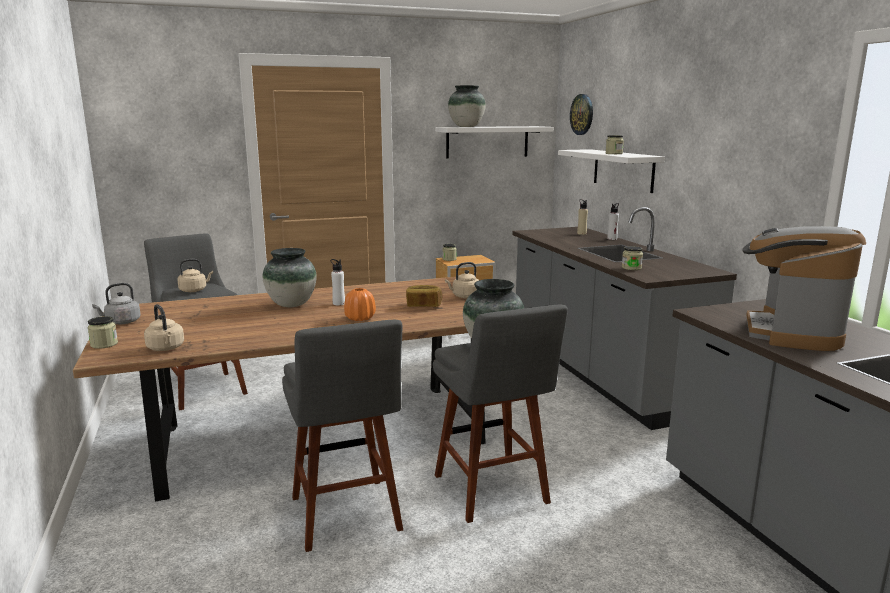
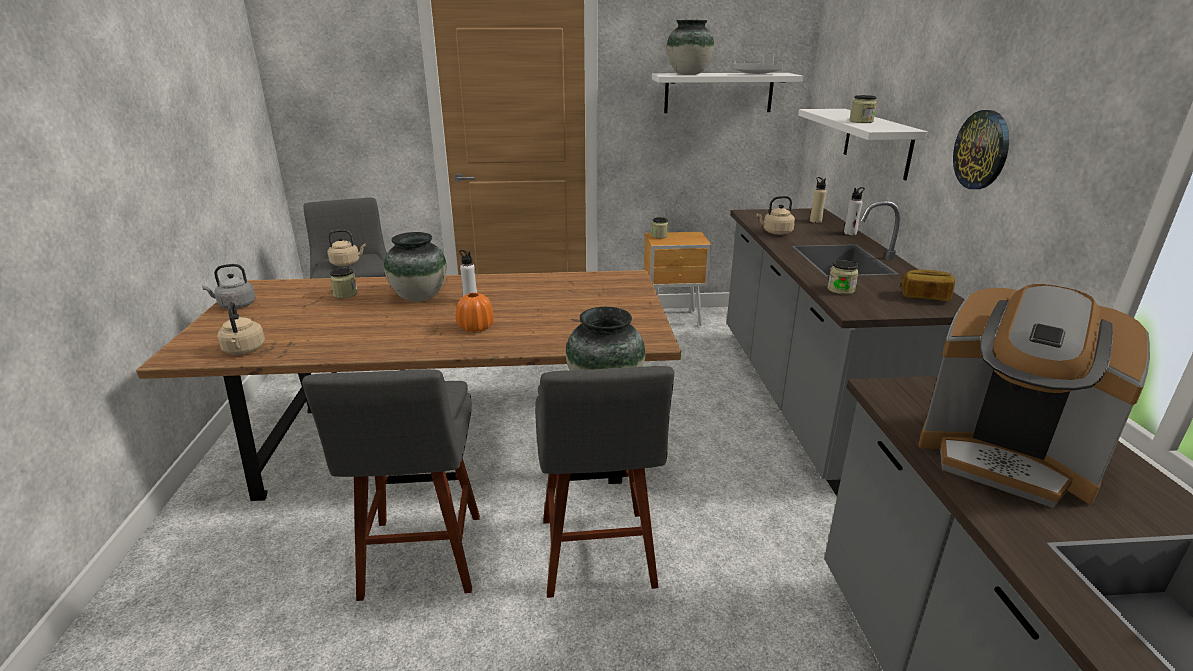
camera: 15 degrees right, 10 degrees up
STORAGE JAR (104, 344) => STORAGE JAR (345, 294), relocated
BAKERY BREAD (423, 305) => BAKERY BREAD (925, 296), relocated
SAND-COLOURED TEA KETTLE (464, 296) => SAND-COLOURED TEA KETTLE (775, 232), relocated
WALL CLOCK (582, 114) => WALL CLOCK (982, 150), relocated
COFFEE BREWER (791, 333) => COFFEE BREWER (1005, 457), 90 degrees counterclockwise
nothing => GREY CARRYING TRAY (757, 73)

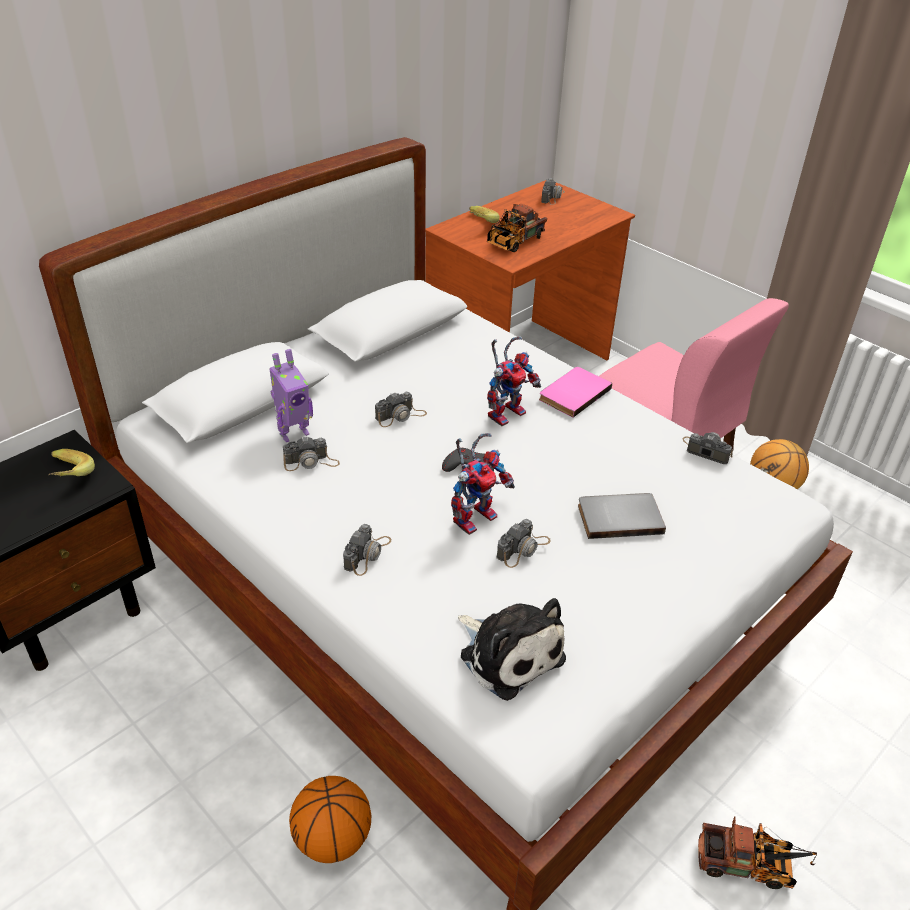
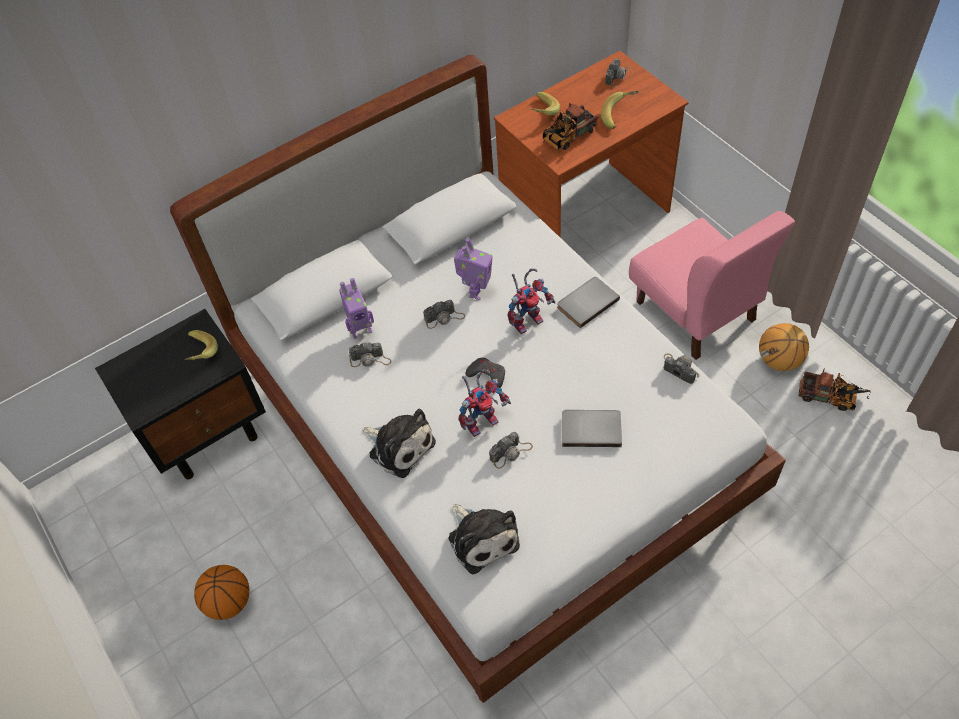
camera: 15 degrees right, 15 degrees up
BASKETBALL (332, 839) => BASKETBALL (229, 602), relocated
PHOTO CAMERA (367, 554) => PLUSH TOY (399, 446)
PINK-COLOURED BOOK (572, 393) => GREY BOOK (586, 302)
TOY TRUCK (750, 865) => TOY TRUCK (831, 398), relocated
nothing => TOY ROBOT (476, 291)
nothing => BANANA FRUIT (620, 116)

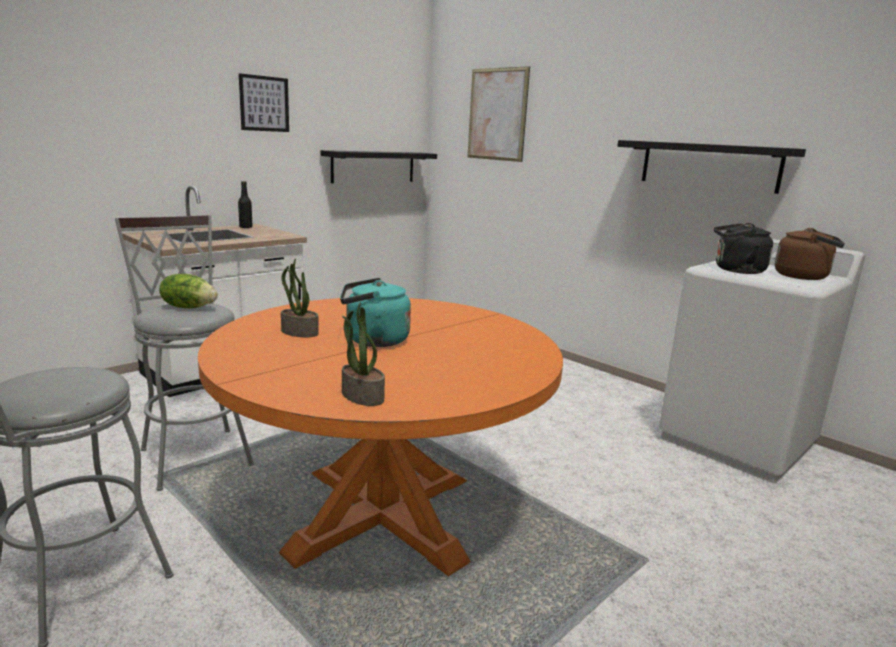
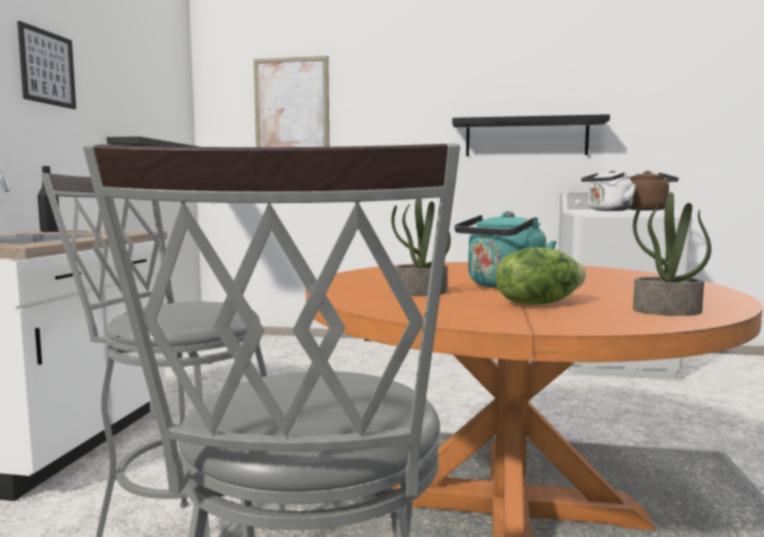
camera: 35 degrees left, 10 degrees down
HEAD OF LETTUCE (189, 307) => HEAD OF LETTUCE (538, 303), relocated
BLACKISH TEA KETTLE (736, 270) => WHITISH TEA KETTLE (607, 210)

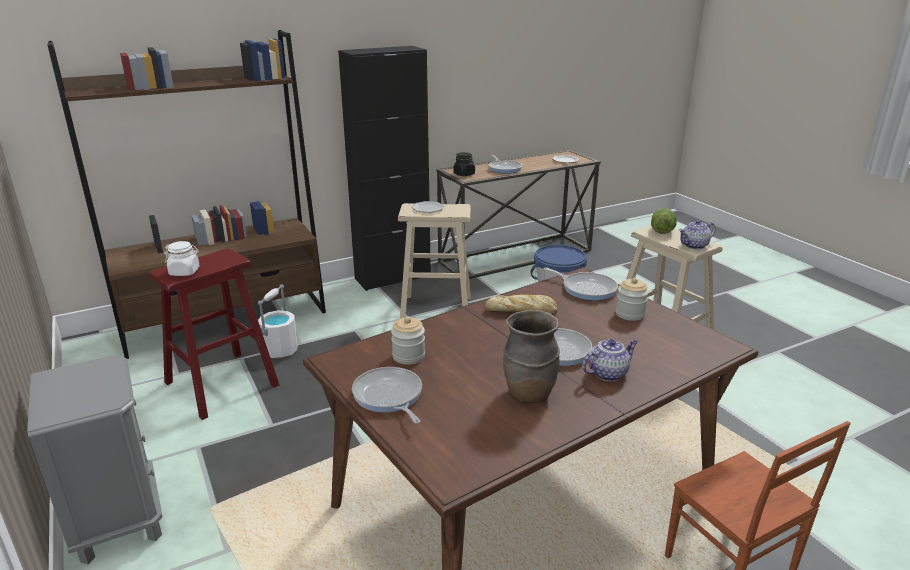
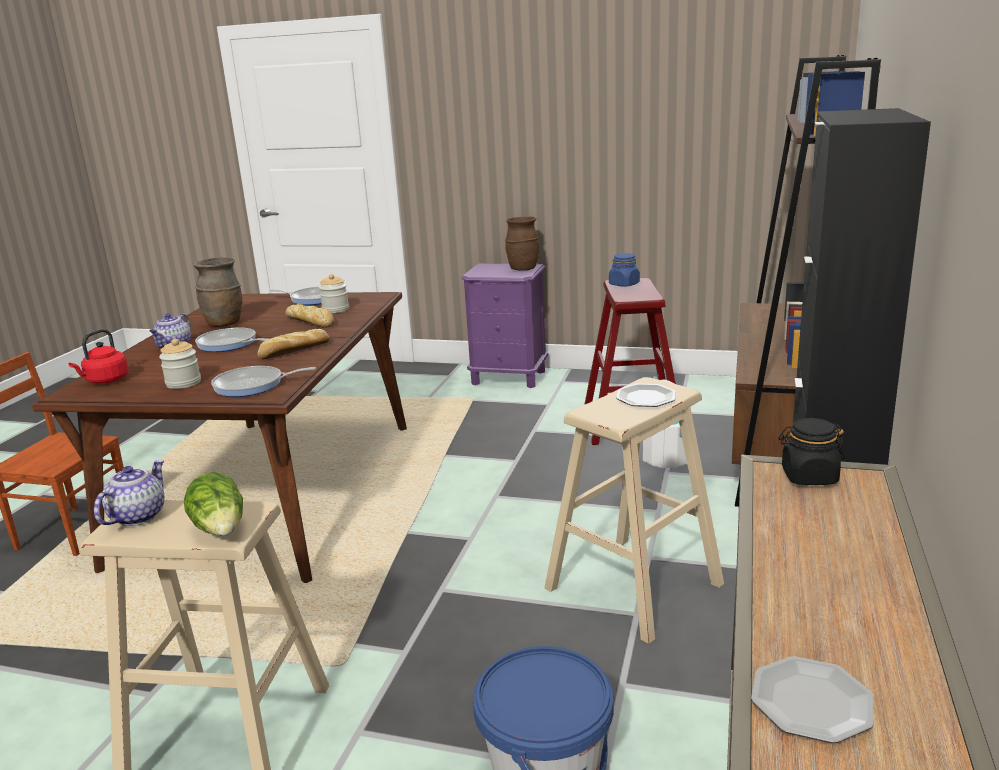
camera: 135 degrees right, 5 degrees down
GREY NIGHTSTAND (117, 520) => PURPLE NIGHTSTAND (509, 377)
WHITISH STORAGE JAR (184, 272) => BLUISH STORAGE JAR (624, 284)
FRYING PAN (504, 168) => nothing
nothing => RED TEA KETTLE (105, 381)
nothing => BAKERY BREAD (311, 322)
nothing => BROWN VASE (523, 269)

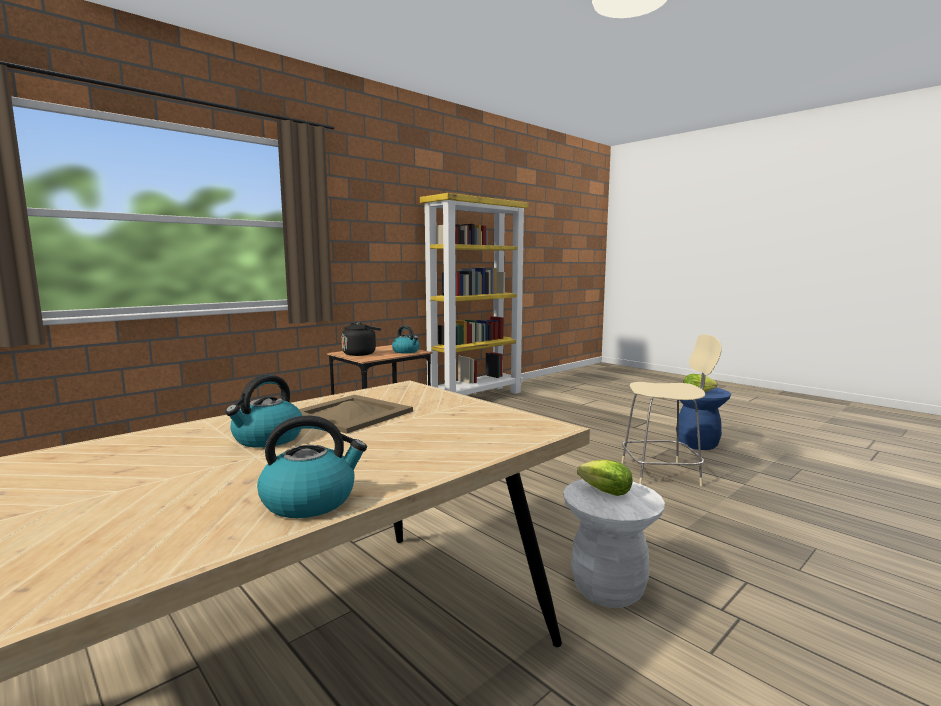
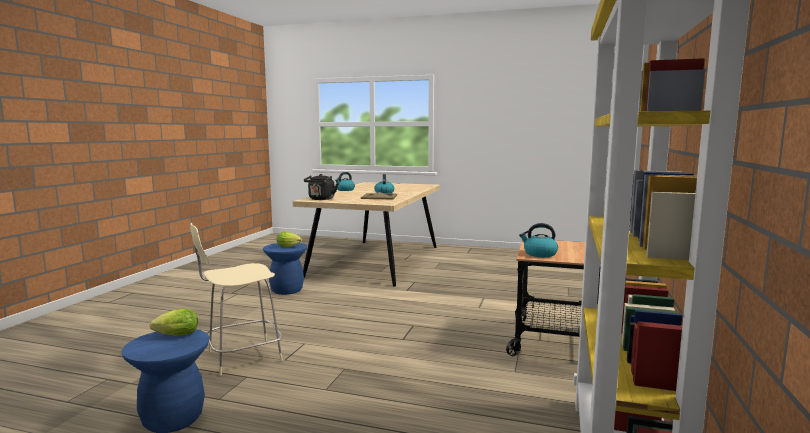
camera: 150 degrees right, 0 degrees up
BLACKISH TEA KETTLE (361, 353) => BLACKISH TEA KETTLE (321, 199), relocated
WHITISH SITTING STOOL (608, 589) => BLUISH SITTING STOOL (287, 290)

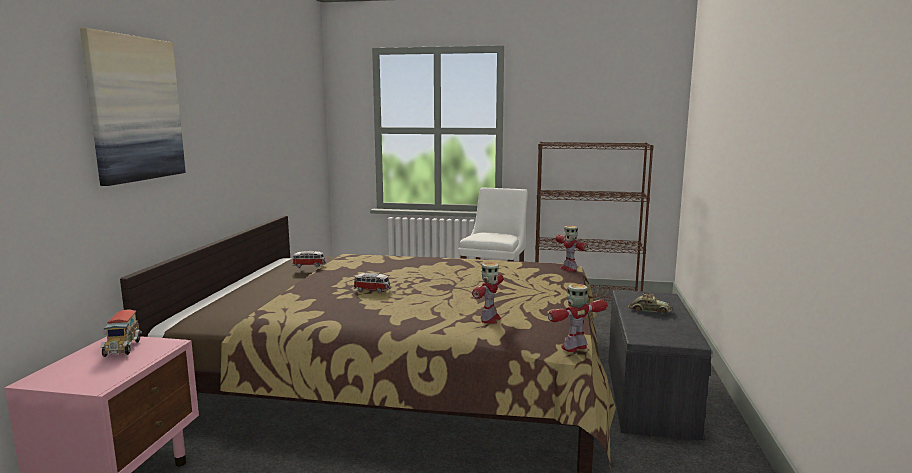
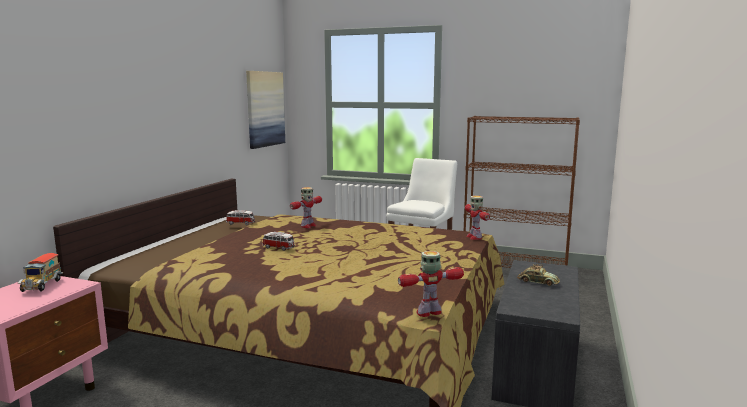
camera: 10 degrees right, 0 degrees up
PICTURE (135, 109) => PICTURE (265, 109), relocated
TOY ROBOT (489, 319) => TOY ROBOT (308, 226), relocated

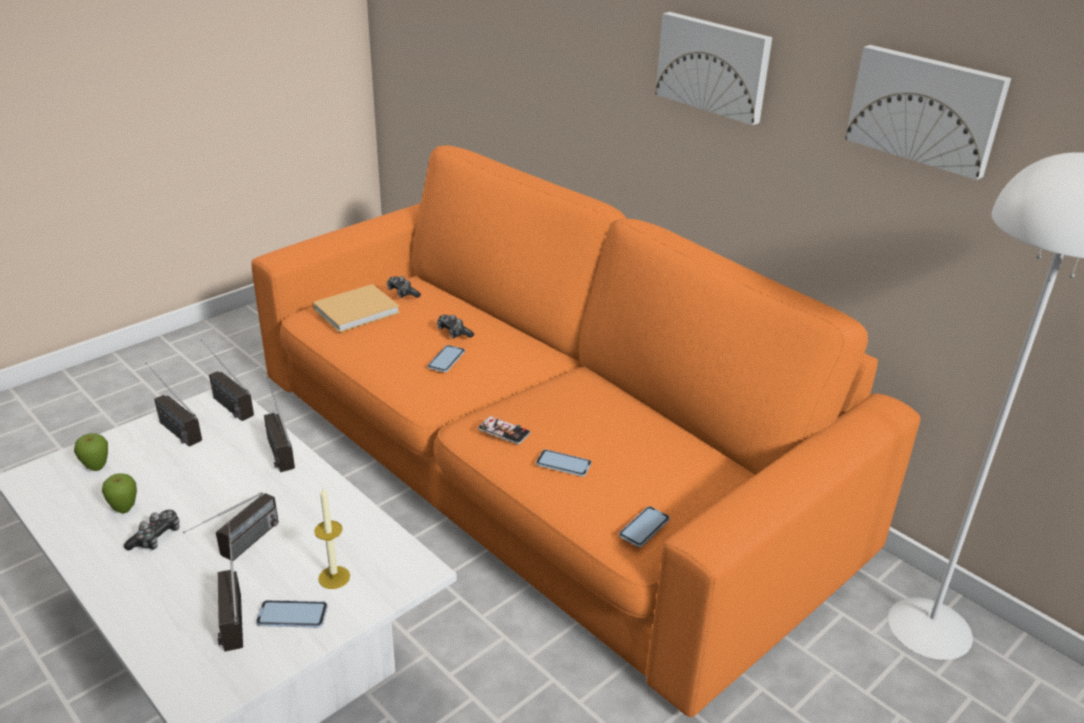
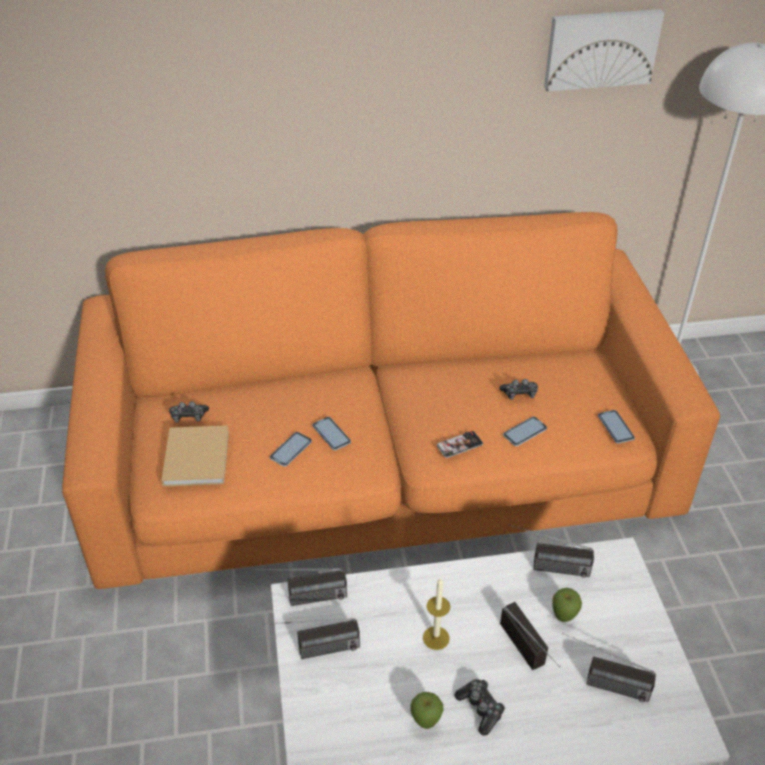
camera: 55 degrees left, 10 degrees up
APPLE FRUIT (97, 468) => APPLE FRUIT (563, 617), relocated
PHONE (292, 615) => PHONE (291, 450), relocated
RADIO SET (275, 445) => RADIO SET (546, 567), relocated
CANDLE (334, 577) => CANDLE (436, 638), relocated
GAME CONTROLLER (454, 332) => GAME CONTROLLER (519, 394), relocated
PICTURE (714, 66) => nothing

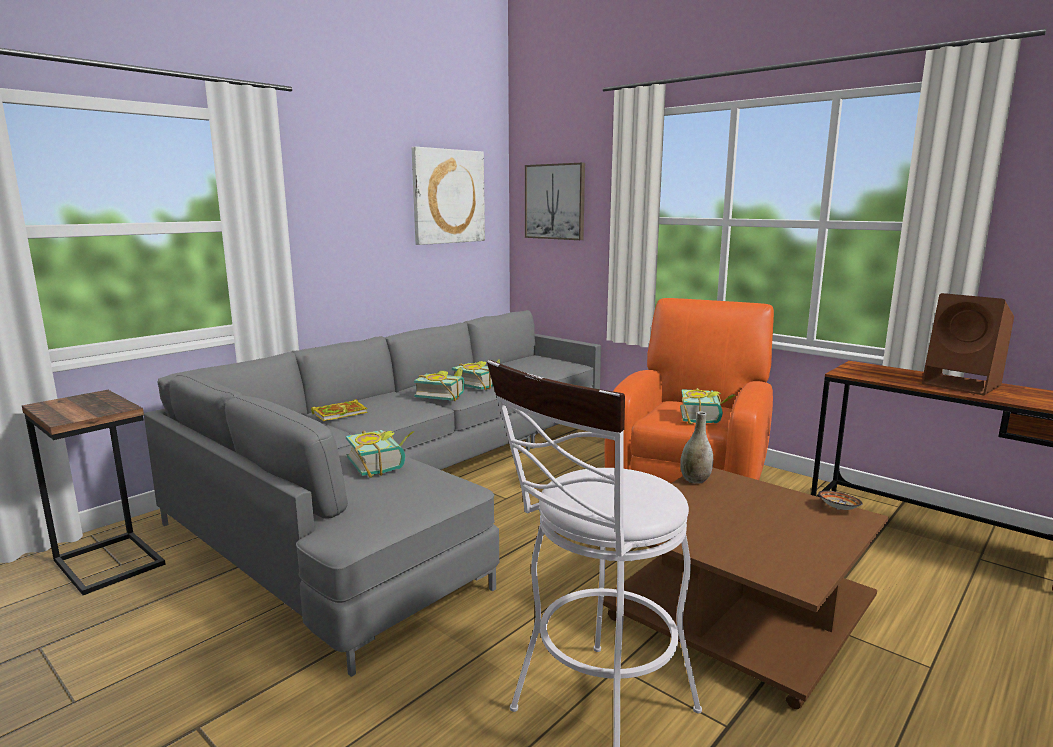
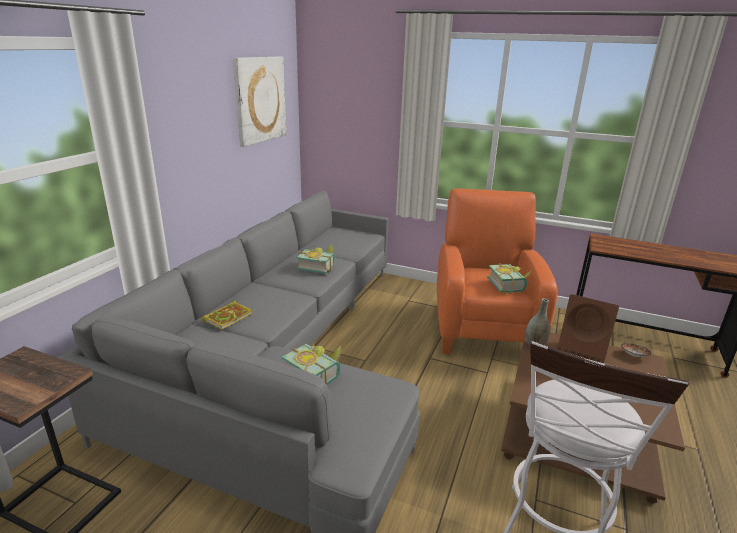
camera: 20 degrees left, 10 degrees up
BOOK (442, 396) => nothing
PICTURE (555, 201) => nothing
BROWN SPEAKER (963, 385) => BROWN SPEAKER (582, 356), relocated

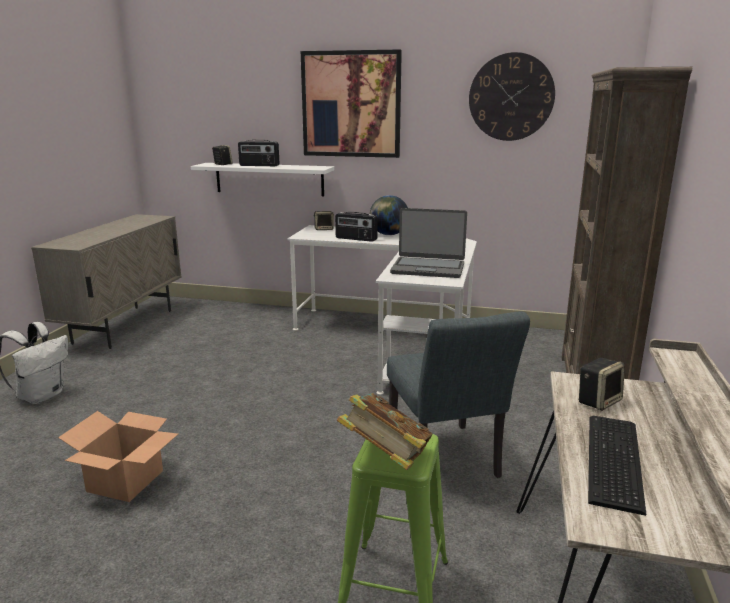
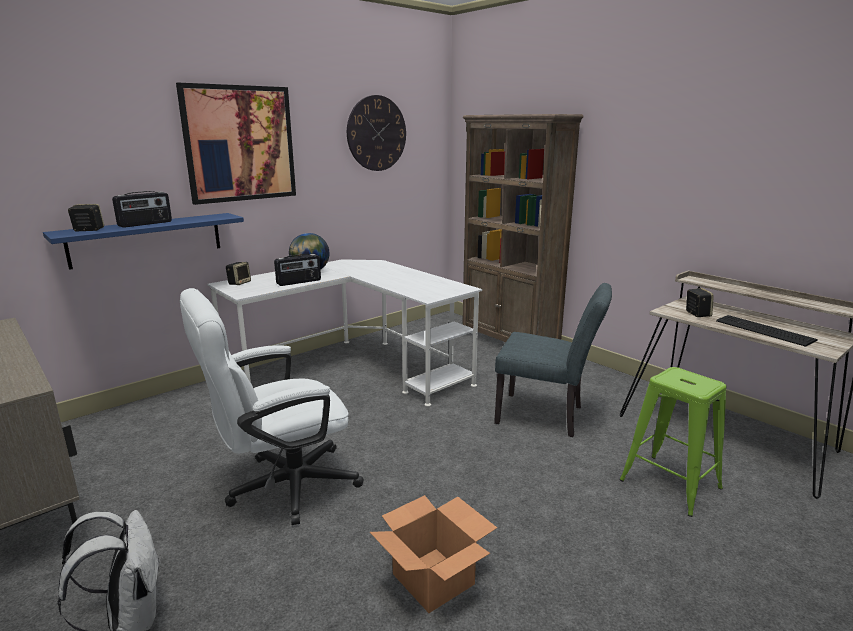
camera: 55 degrees left, 0 degrees up
WHITISH BRACKET SHELF (269, 179) => BLUISH BRACKET SHELF (147, 239)
BOOK (386, 458) => nothing
LAPTOP (428, 268) => nothing
nothing => WHITISH OFFICE CHAIR (281, 487)

